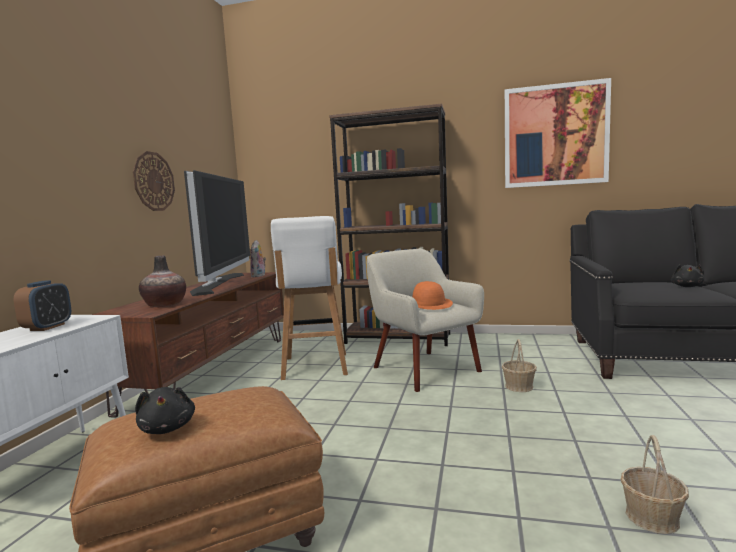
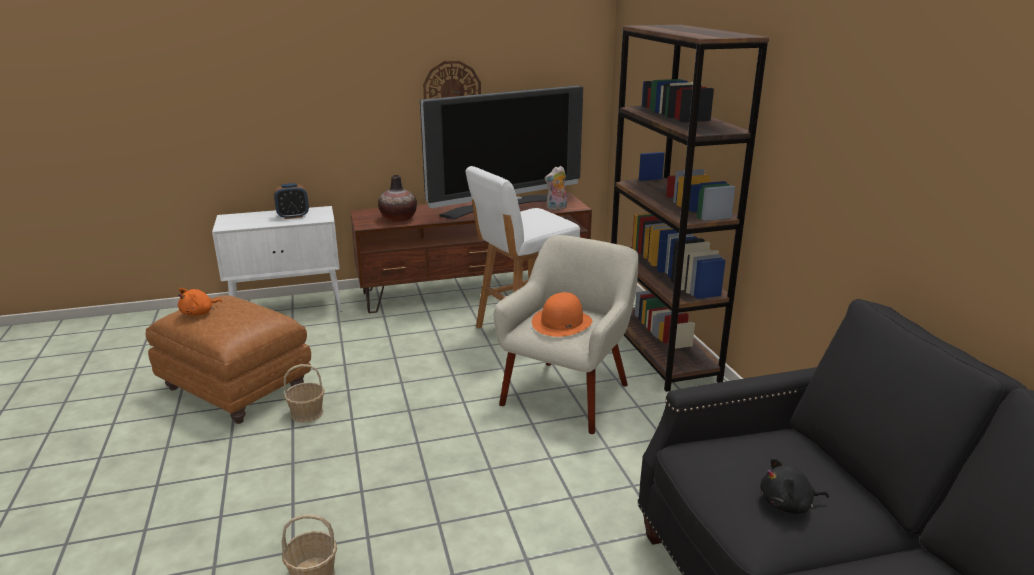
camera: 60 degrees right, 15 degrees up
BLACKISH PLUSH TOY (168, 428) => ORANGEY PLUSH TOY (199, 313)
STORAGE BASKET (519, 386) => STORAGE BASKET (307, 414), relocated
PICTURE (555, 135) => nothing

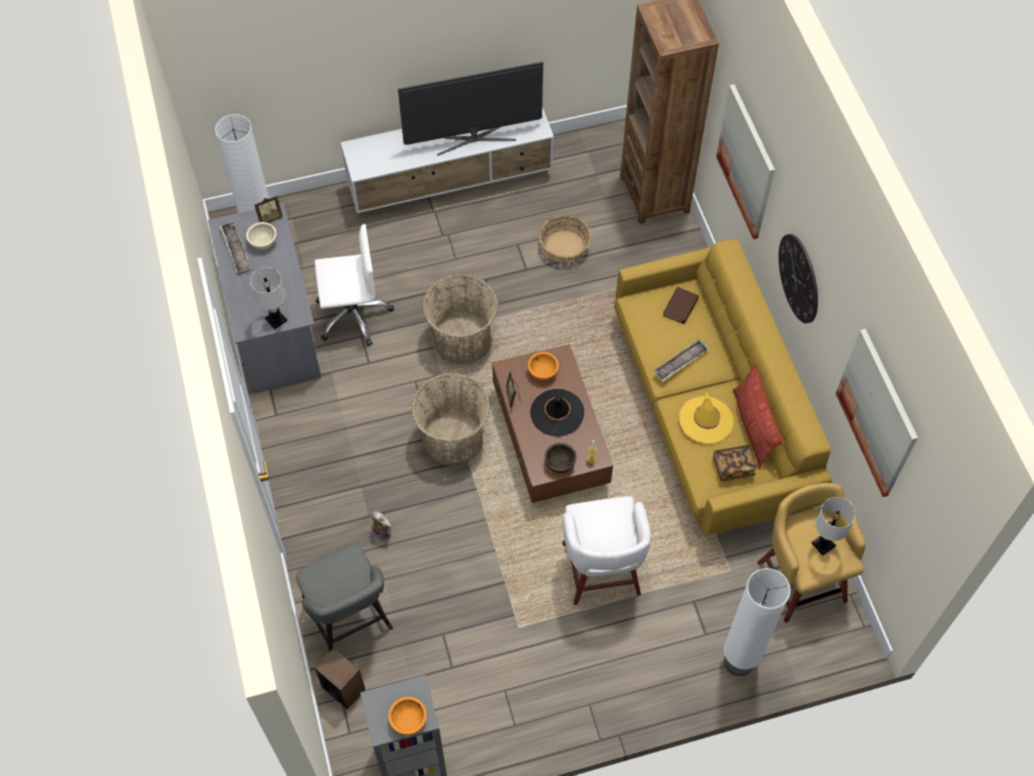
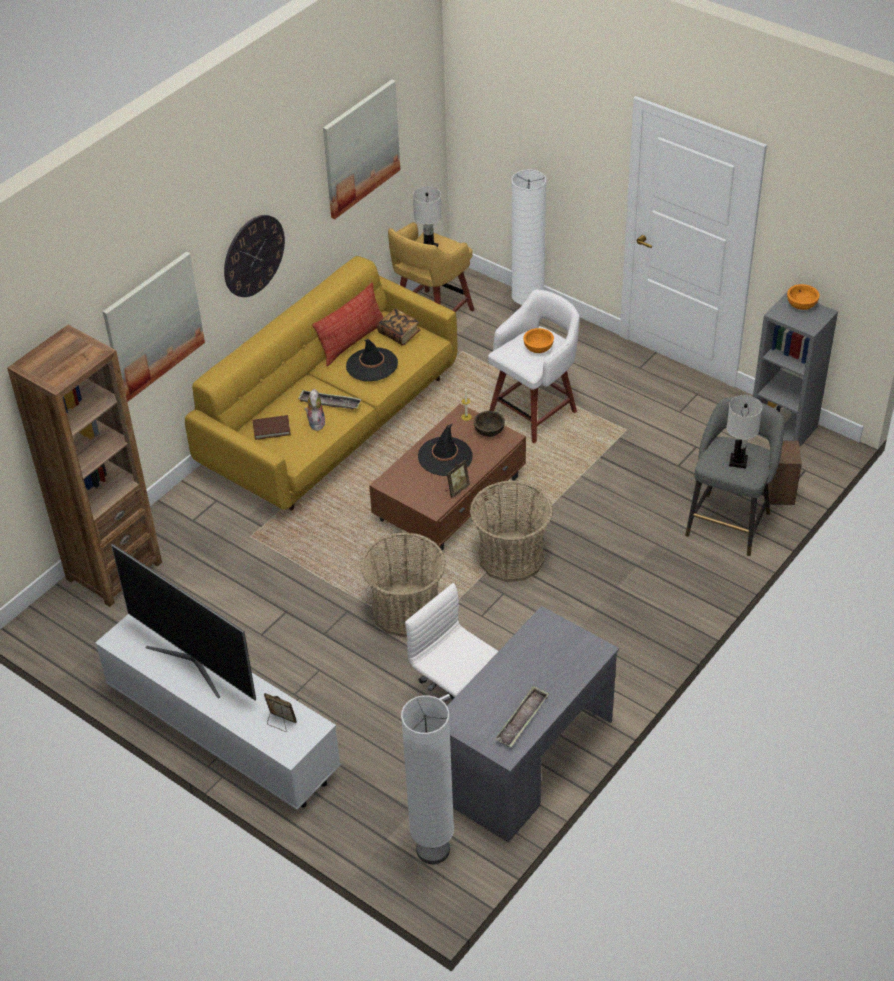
camera: 125 degrees left, 15 degrees down
SAND-COLOURED BOWL (263, 242) => nothing
WHITISH TABLE LAMP (276, 319) => WHITISH TABLE LAMP (738, 461), relocated
PICTURE FRAME (269, 218) => PICTURE FRAME (280, 723), relocated
PLUSH TOY (383, 532) => PLUSH TOY (315, 423), relocated
ORANGEY BOWL (543, 371) => ORANGEY BOWL (538, 348), relocated
STORAGE BASKET (564, 247) => nothing
YELLOWISH HAT (706, 420) => BLACKISH HAT (371, 365)

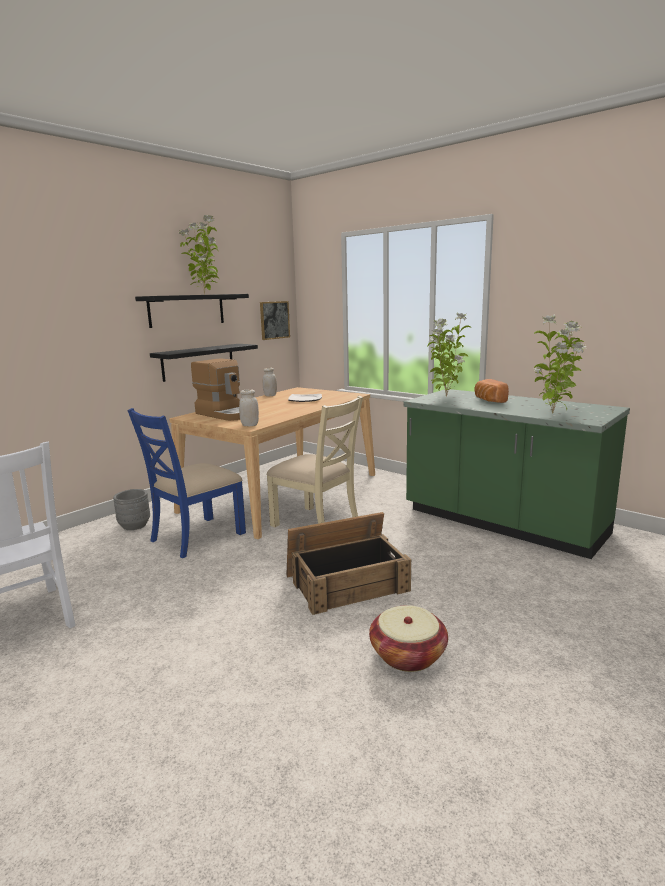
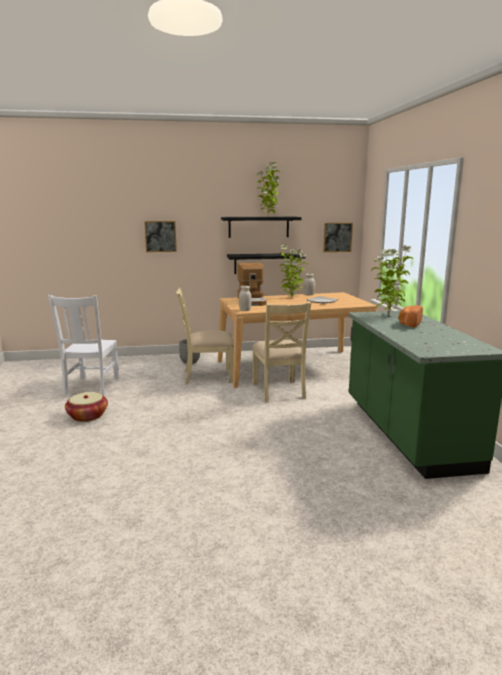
camera: 40 degrees right, 0 degrees up
BLUISH UPRIGHT CHAIR (196, 536) => SAND-COLOURED UPRIGHT CHAIR (207, 376)
PACKING CRATE (347, 582) => nothing
STORAGE BASKET (408, 655) => STORAGE BASKET (87, 416), relocated
HOUSEPLANT (554, 414) => HOUSEPLANT (291, 298), relocated
nothing => PICTURE (160, 236)

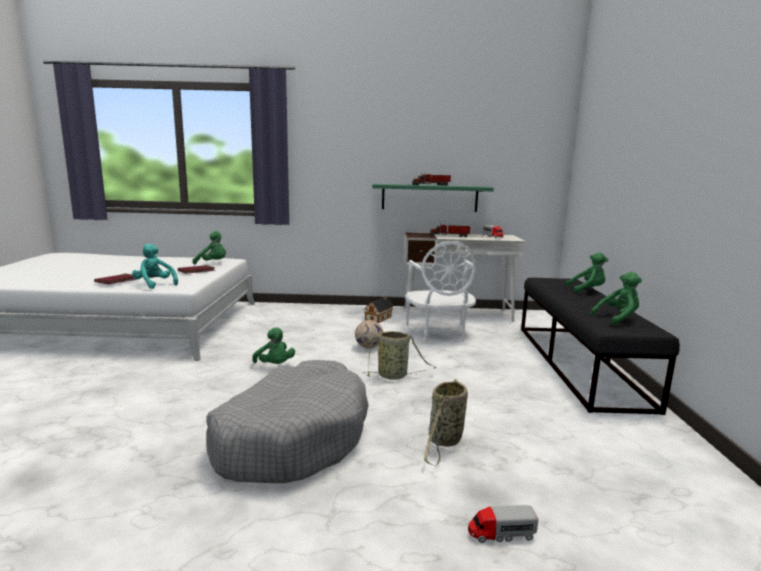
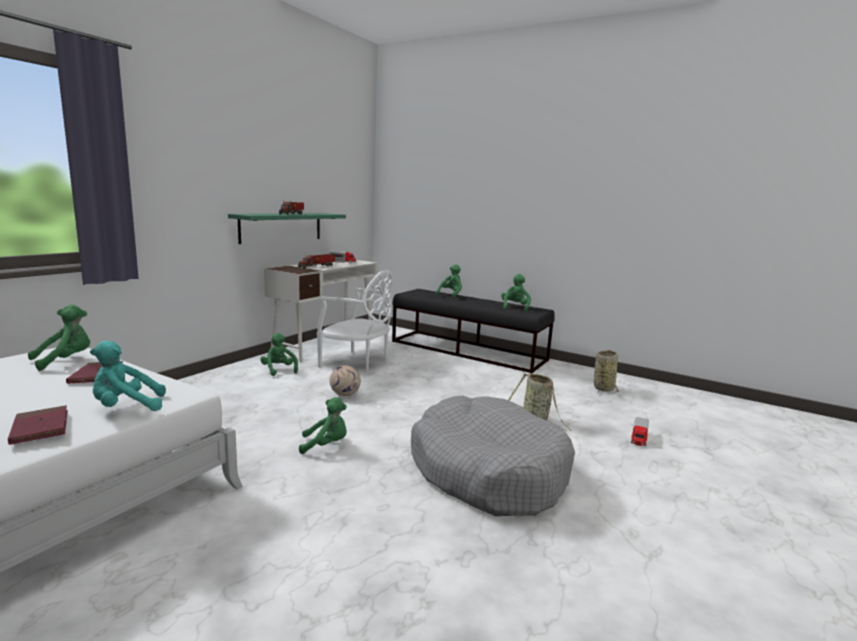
camera: 60 degrees left, 0 degrees up
STORAGE BASKET (394, 376) => STORAGE BASKET (603, 388), relocated
MINIATURE HOUSE (379, 318) => GREENISH PLUSH TOY (279, 370)

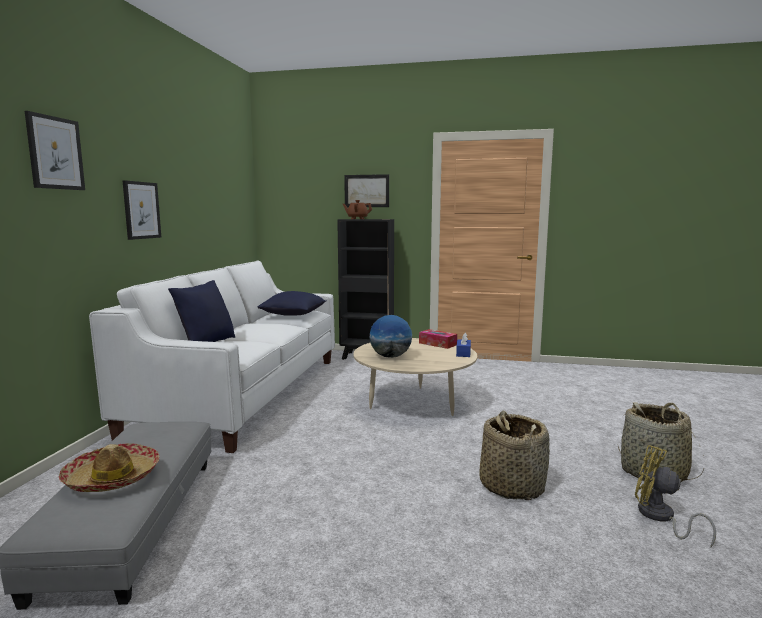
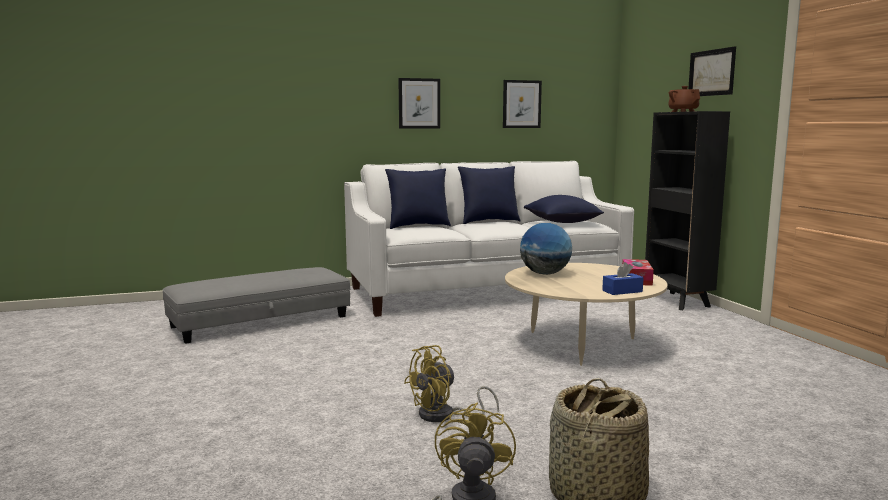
camera: 60 degrees right, 0 degrees up
PICTURE (55, 153) => PICTURE (521, 104), relocated
HAT (112, 478) => nothing
STORAGE BASKET (511, 486) => YELLOWISH FAN (444, 416)
nothing => BLUISH CUSHION (488, 221)

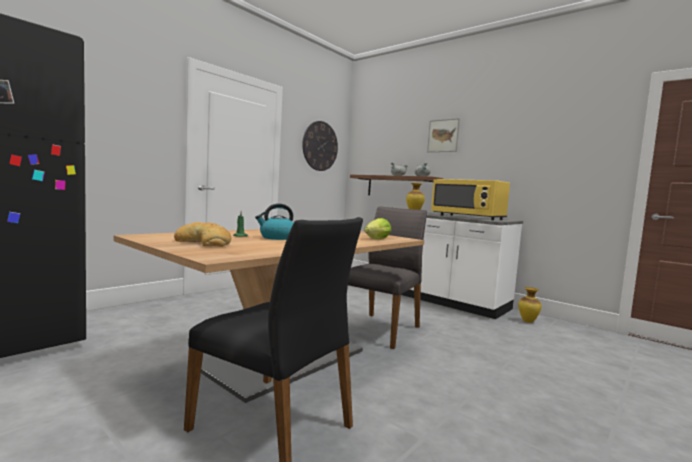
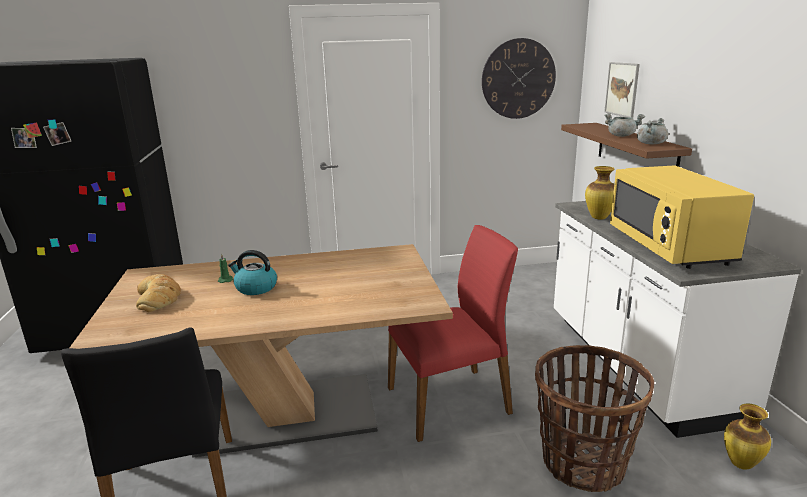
camera: 40 degrees right, 15 degrees up
GREY UPRIGHT CHAIR (380, 329) => RED UPRIGHT CHAIR (450, 401)
HEAD OF LETTUCE (376, 239) => nothing
PICTURE (443, 135) => PICTURE (622, 89), relocated
nothing => STORAGE BASKET (582, 462)

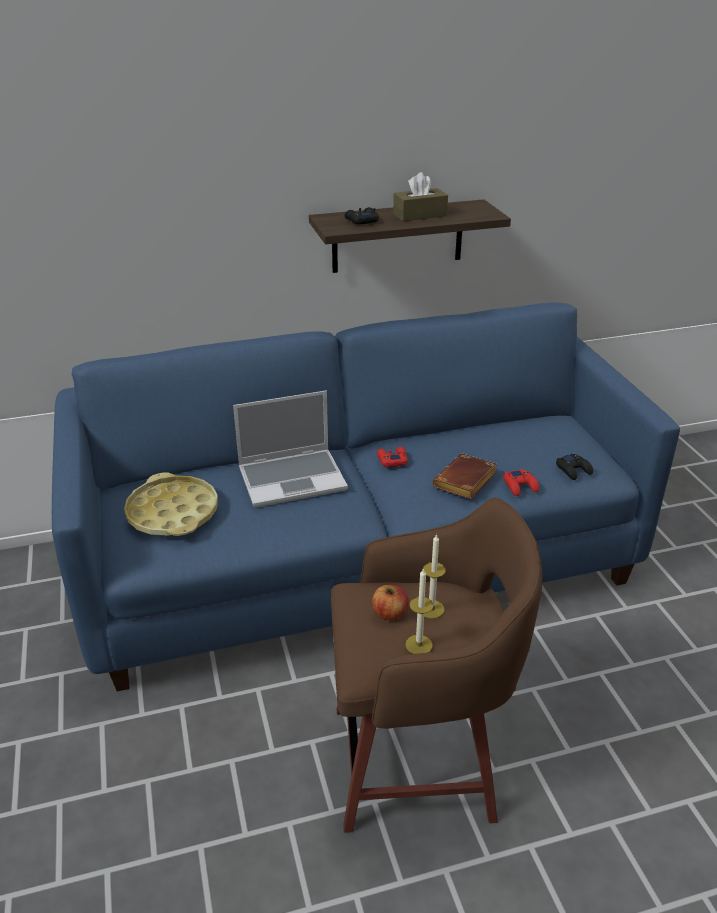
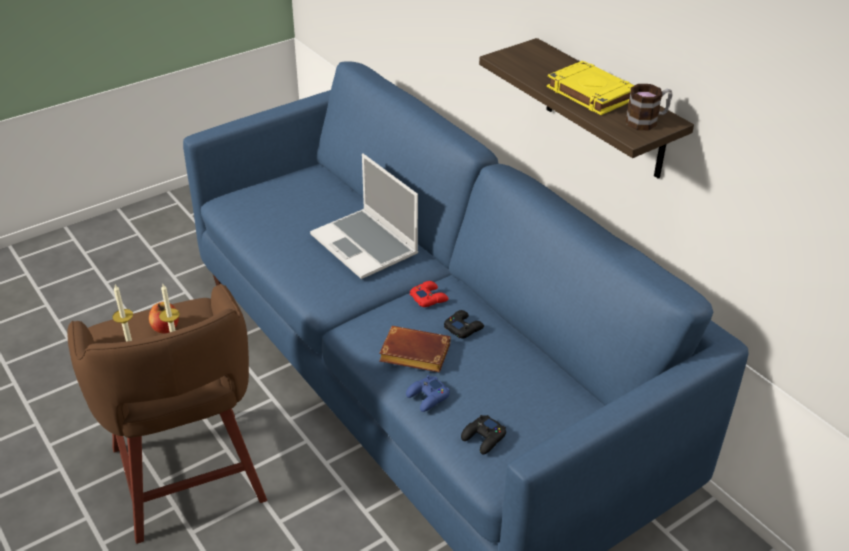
camera: 70 degrees right, 5 degrees up
YELLOWISH CARRYING TRAY (172, 513) => nothing
BLACKISH GAME CONTROLLER (361, 221) => BLACKISH GAME CONTROLLER (463, 328), relocated
BROWN TISSUE BOX (420, 215) => YELLOWISH BOOK (590, 93)
RED GAME CONTROLLER (520, 486) => BLUISH GAME CONTROLLER (427, 397)
nothing => TEA MUG (647, 121)

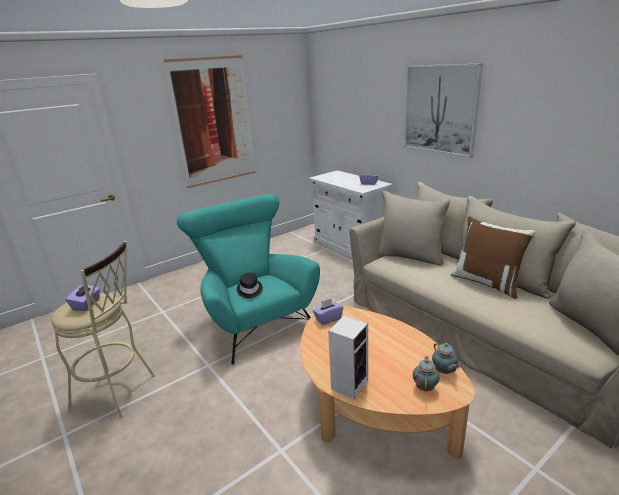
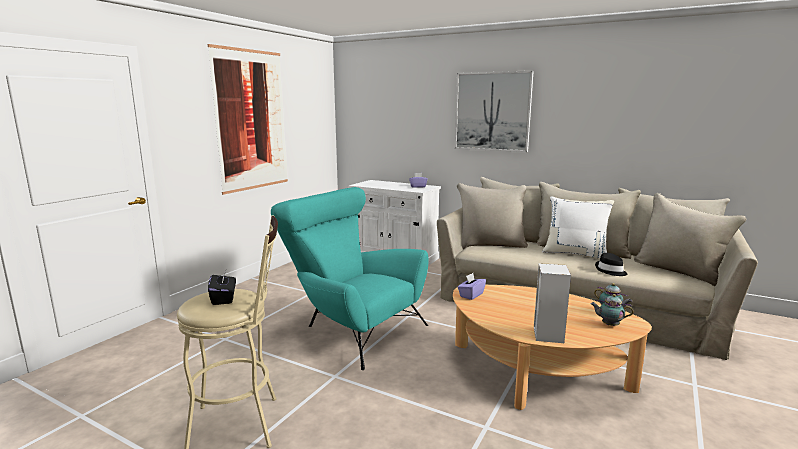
camera: 25 degrees left, 10 degrees down
PURPLE TISSUE BOX (87, 304) => BLACKISH TISSUE BOX (224, 298)
BLACKISH HAT (249, 290) => BLACKISH HAT (610, 270), relocated
POT FOR TEA (425, 387) => POT FOR TEA (609, 325), 60 degrees counterclockwise
BROWN CUSHION (487, 282) => WHITISH CUSHION (575, 254)

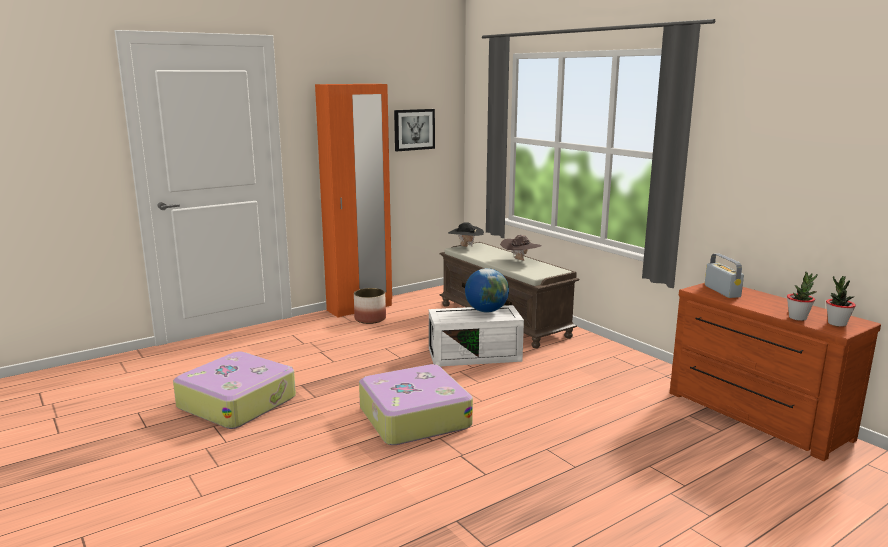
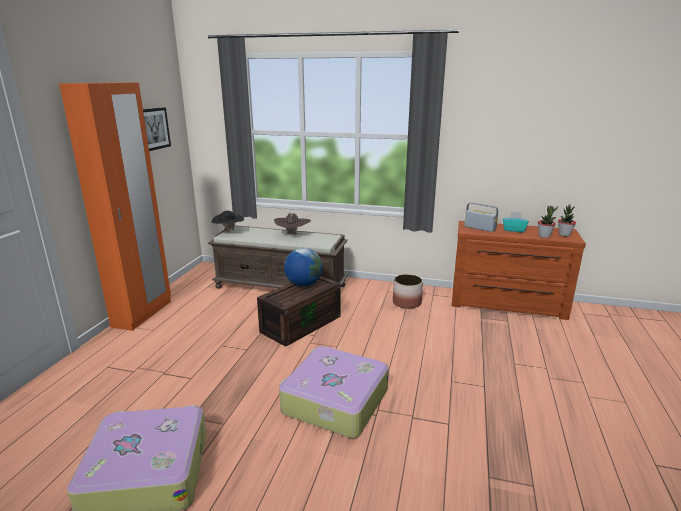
camera: 40 degrees left, 5 degrees up
PLANT POT (370, 319) => PLANT POT (407, 302), relocated
WHITISH STORAGE BIN (475, 354) => BROWN STORAGE BIN (301, 323)
nothing => TURQUOISE TISSUE BOX (513, 230)

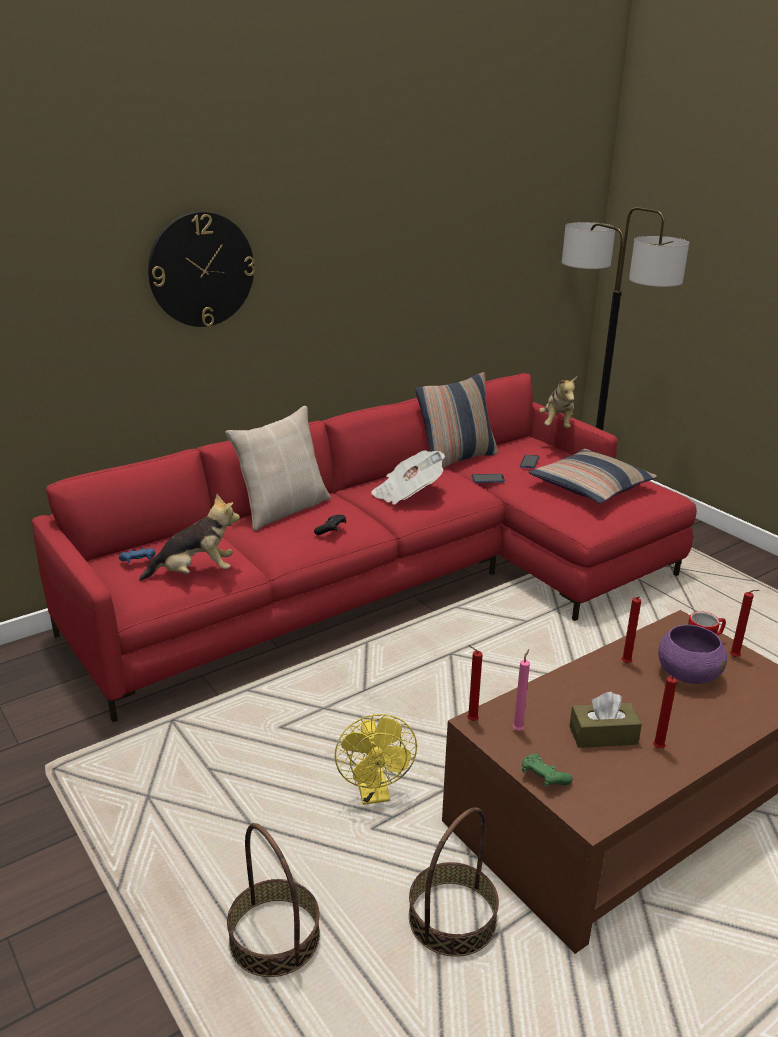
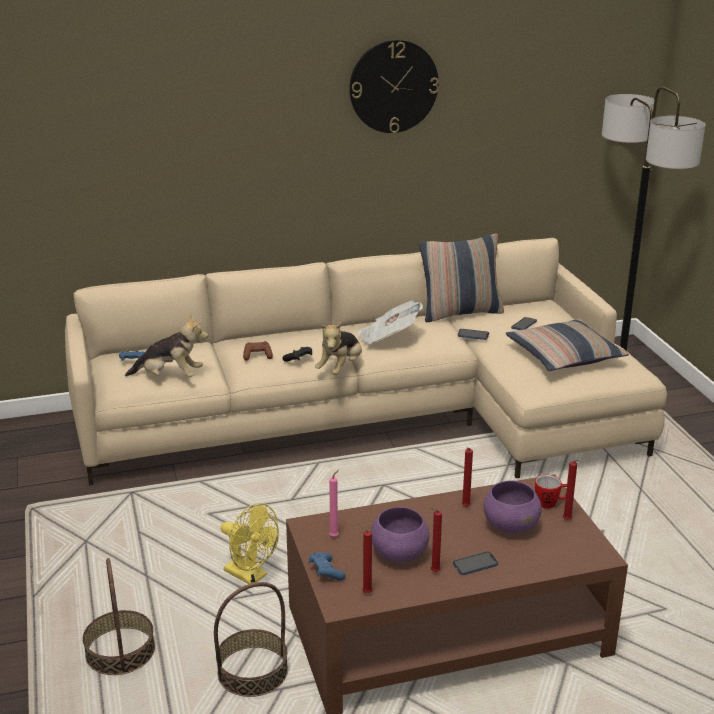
camera: 20 degrees right, 0 degrees up
RED SETTEE (395, 581) => SAND-COLOURED SETTEE (377, 417)
WALL CLOCK (201, 270) => WALL CLOCK (393, 86), relocated
SAND-COLOURED CUSHION (283, 509) => nothing
YELLOWISH FAN (374, 793) => YELLOWISH FAN (251, 576), 60 degrees counterclockwise
RED CANDLE (470, 720) => RED CANDLE (365, 592), relocated
GREENISH GAME CONTROLLER (543, 778) => BLUISH GAME CONTROLLER (325, 572)
PLUSH TOY (557, 425) => PLUSH TOY (340, 368), relocated
BROWN TISSUE BOX (603, 735) => PURPLE BOWL (398, 554)
nothing => BROWN GAME CONTROLLER (257, 356)
nothing => PHONE (475, 564)

